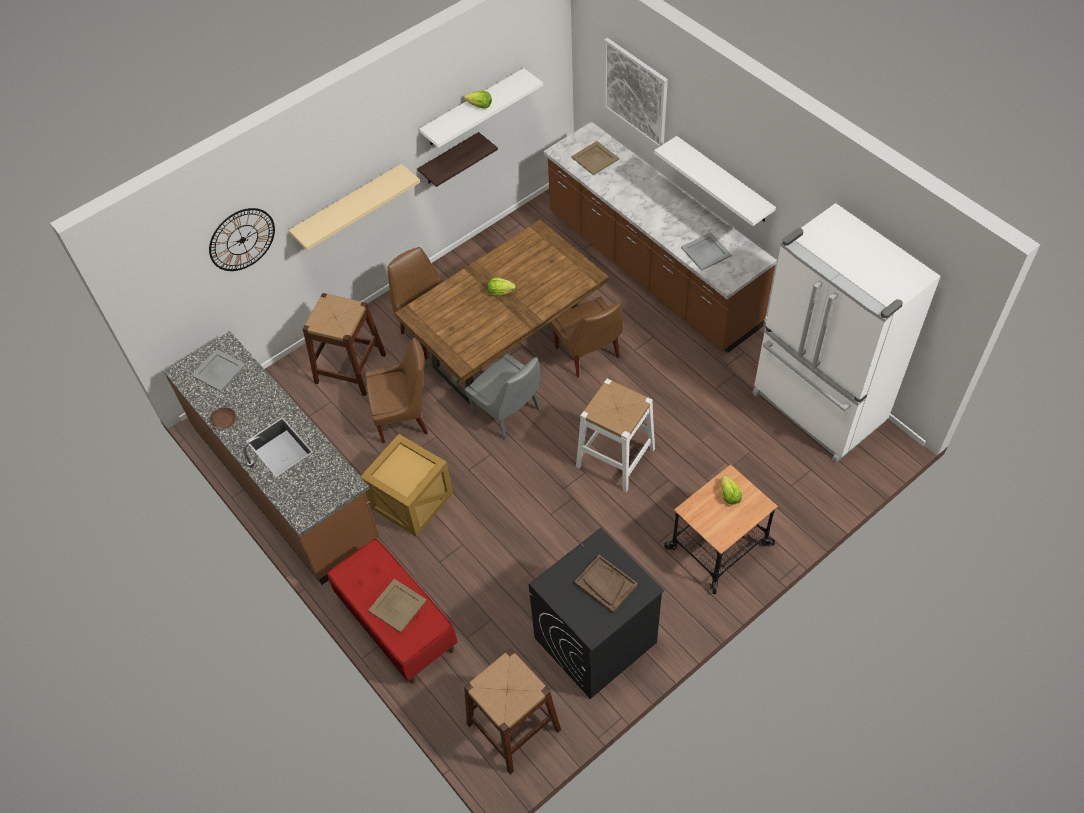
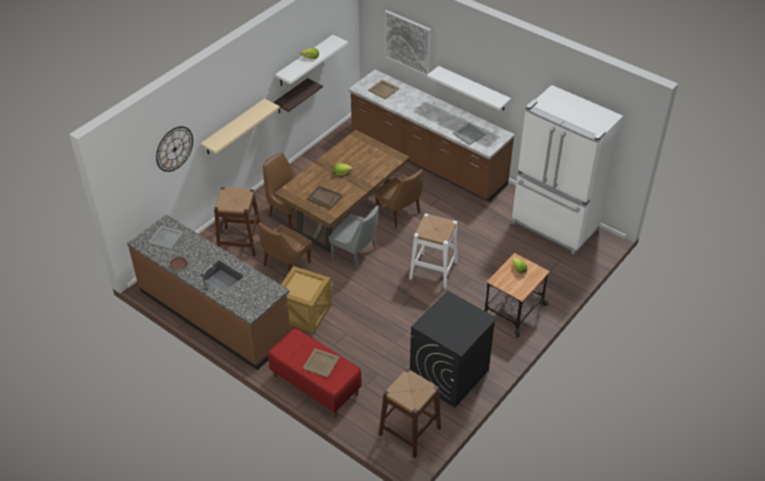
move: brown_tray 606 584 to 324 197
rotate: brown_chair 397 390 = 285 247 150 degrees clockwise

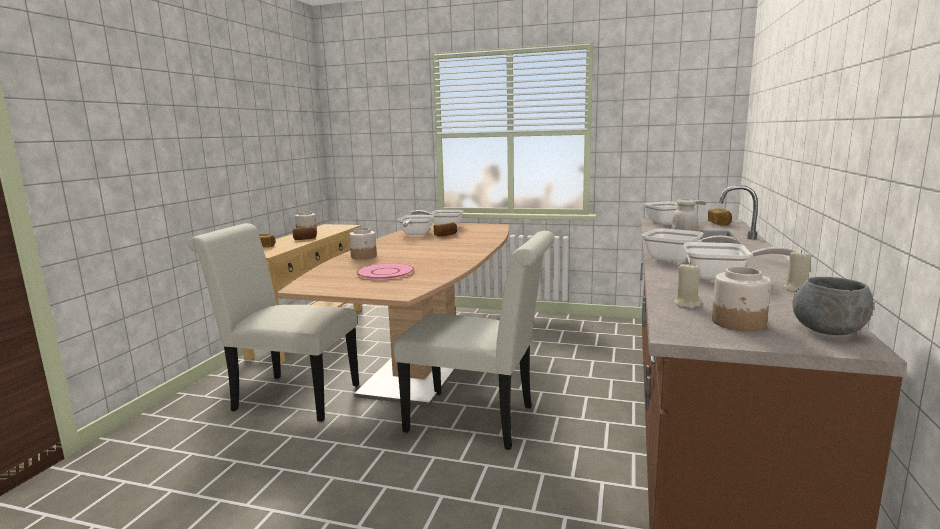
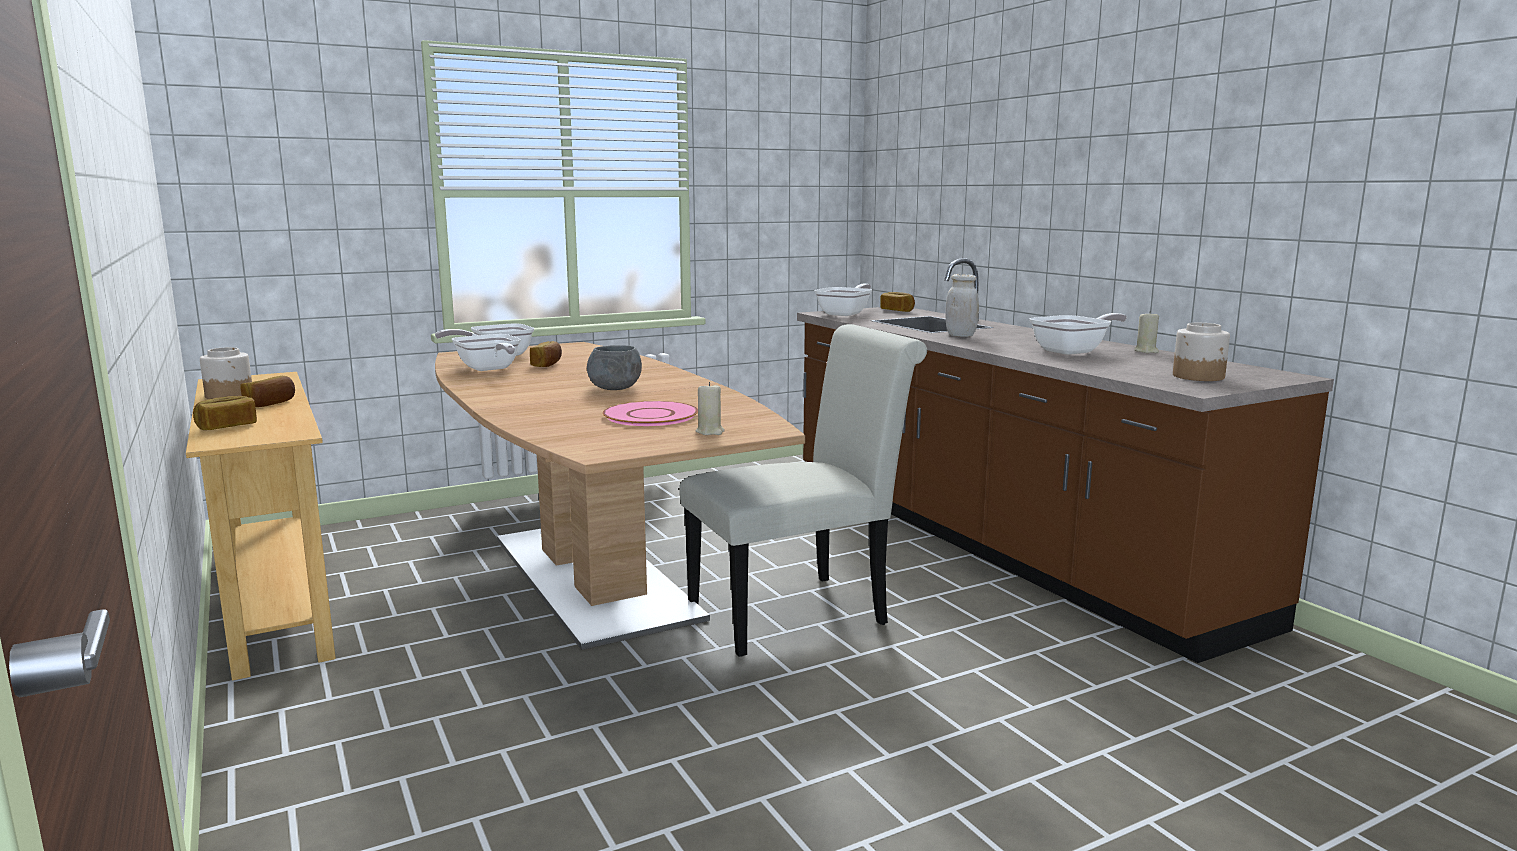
delete: white_chair 273 322; jar 363 244; frying_pan 690 245
move: beige_candle 687 285 to 710 408; grey_bowl 832 306 to 614 367

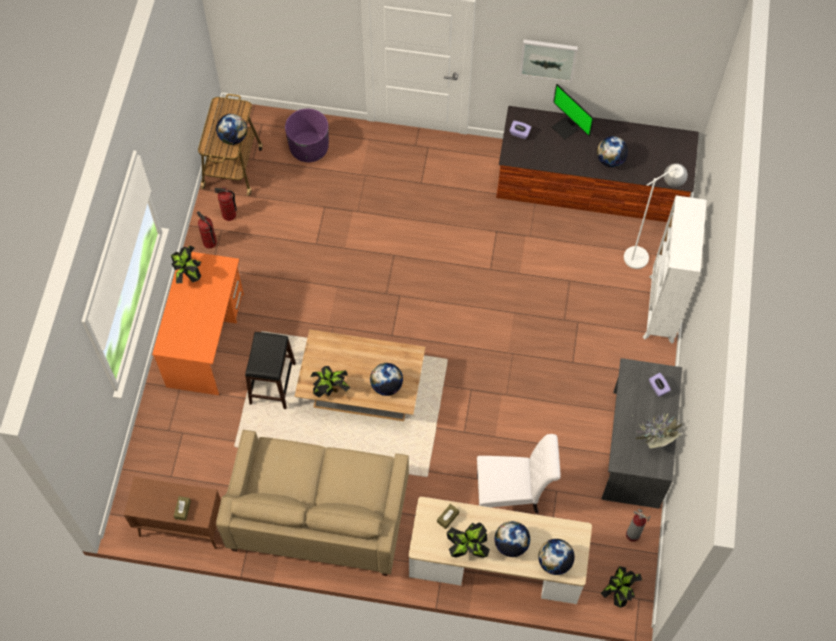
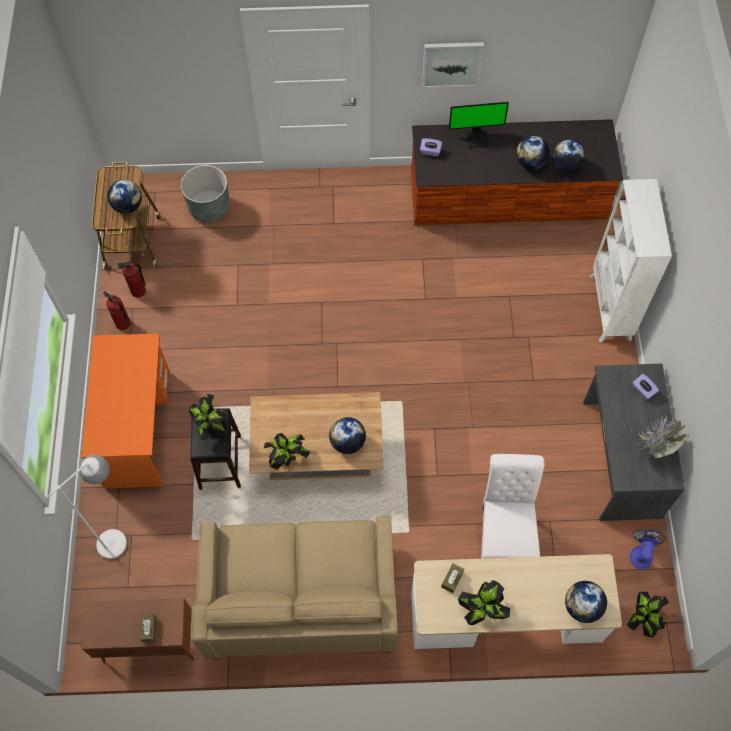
move: potted_plant 186 265 to 207 417; globe 513 539 to 569 156; white_floor_lamp 656 216 to 87 507
replace: fire_extinguisher 638 525 to fan 648 548
recolor: purple_planter 307 135 to grey_planter 205 194
rotate: white_chair 519 473 = 512 506 75 degrees counterclockwise; monitor 573 112 = 479 125 45 degrees counterclockwise

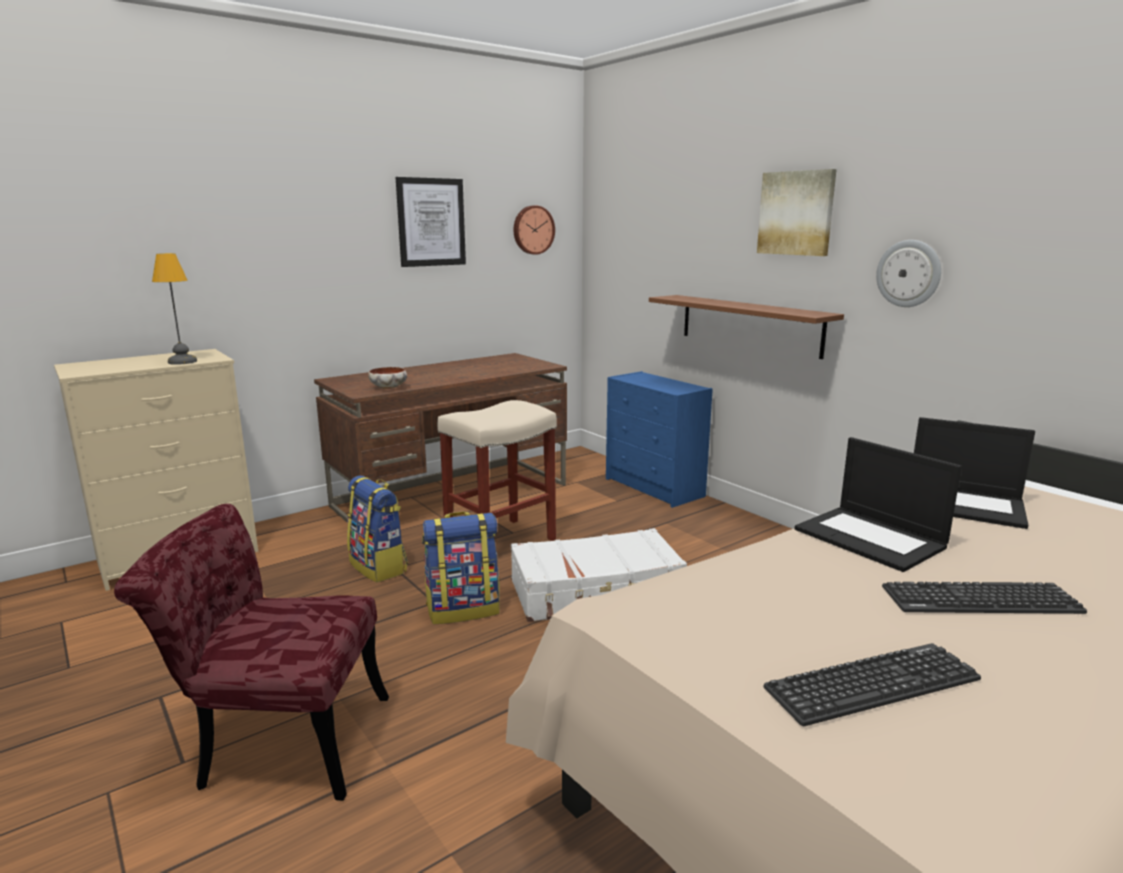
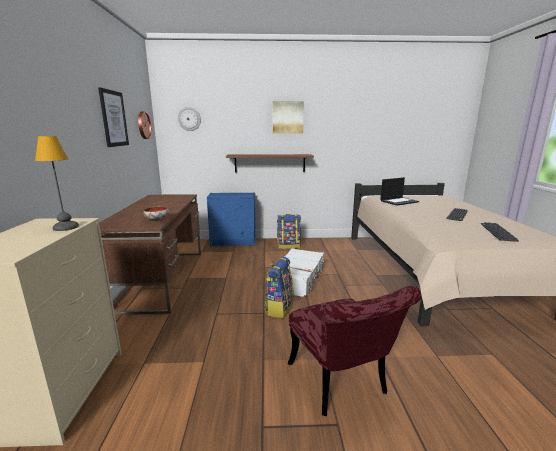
delete: beige_stool 497 470; laptop 878 504
move: backpack 377 529 to 289 231; wall_clock 908 273 to 189 119
rotate: red_chair 251 652 = 354 351 60 degrees counterclockwise

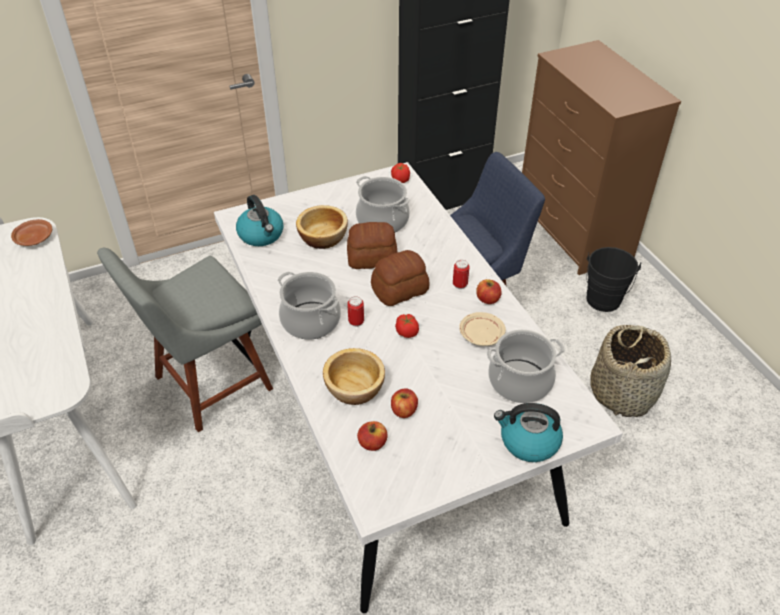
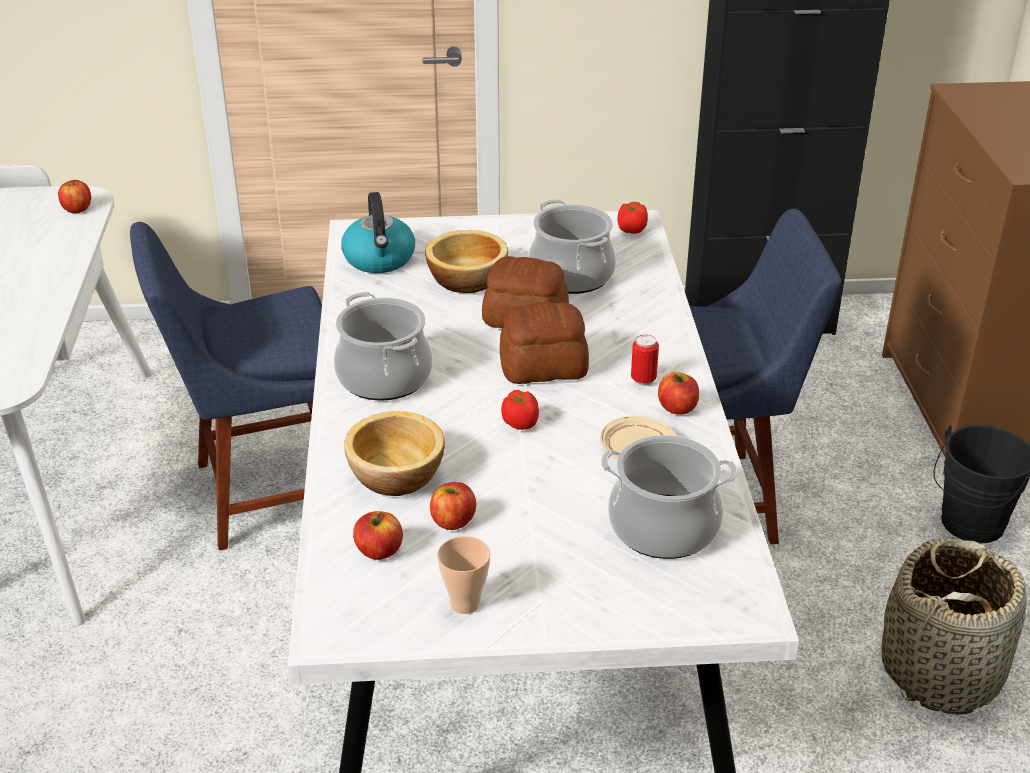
delete: can 356 311; kettle 528 432
insert: cup 463 575
replace: brown_plate 31 232 to apple 74 196
recolor: grey_chair 185 340 to blue_chair 226 386

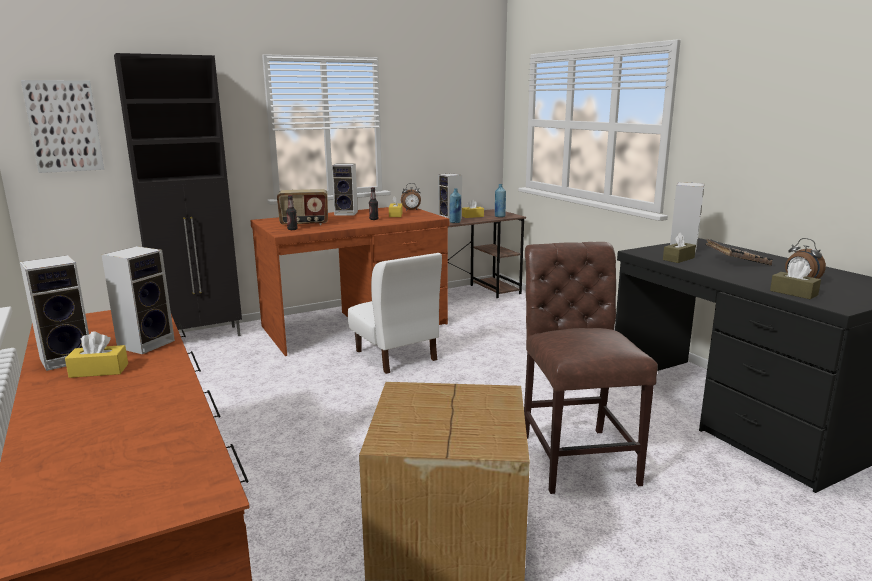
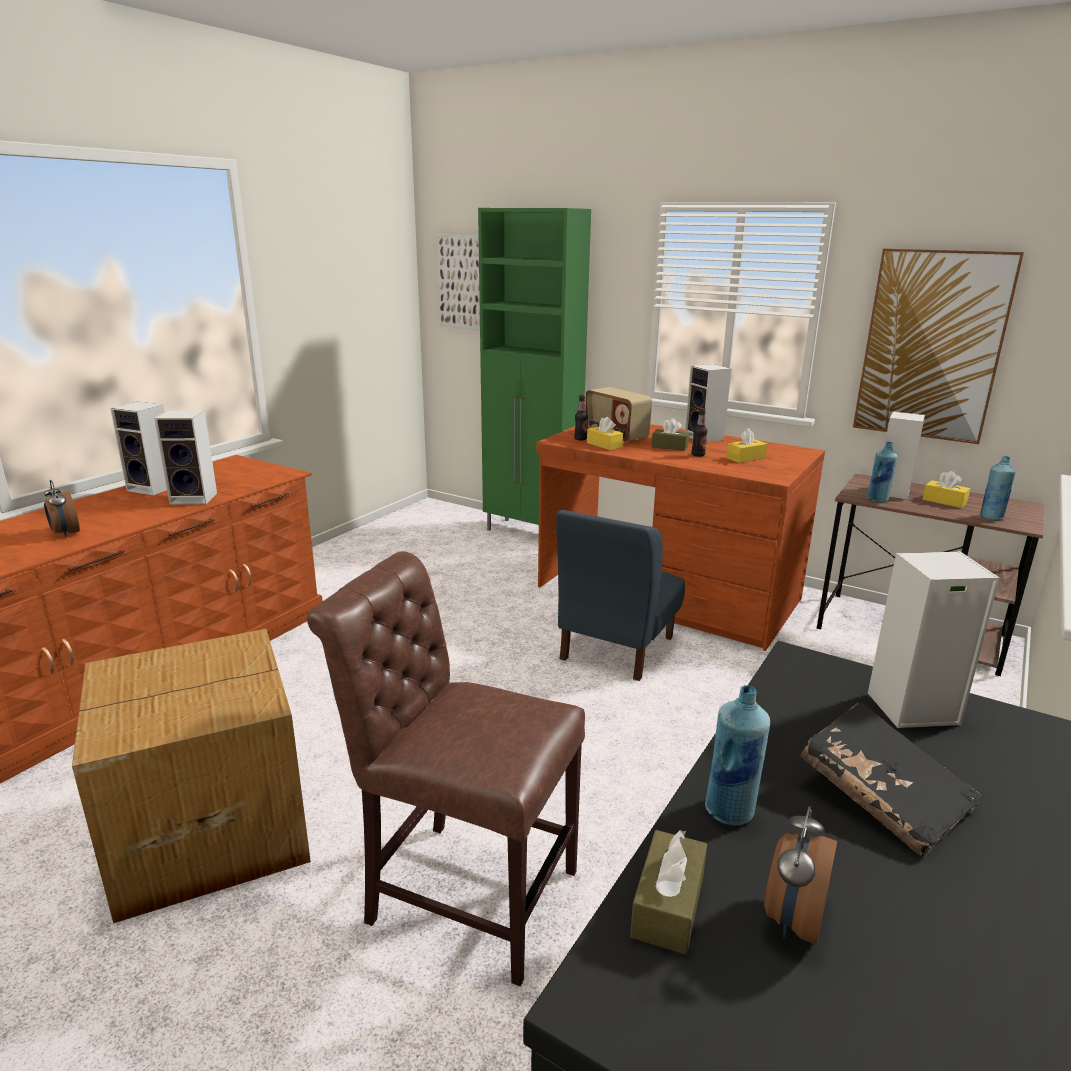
insert: blue_bottle 737 755; picture 938 346
move: yellow_tissue_box 96 354 to 605 433; alarm_clock 411 197 to 62 508; brown_tissue_box 679 247 to 670 434
recolor: black_cabinet 178 194 to green_cabinet 534 369; white_chair 395 313 to blue_chair 620 595
rotate: brown_chair 591 368 = 446 768 120 degrees counterclockwise

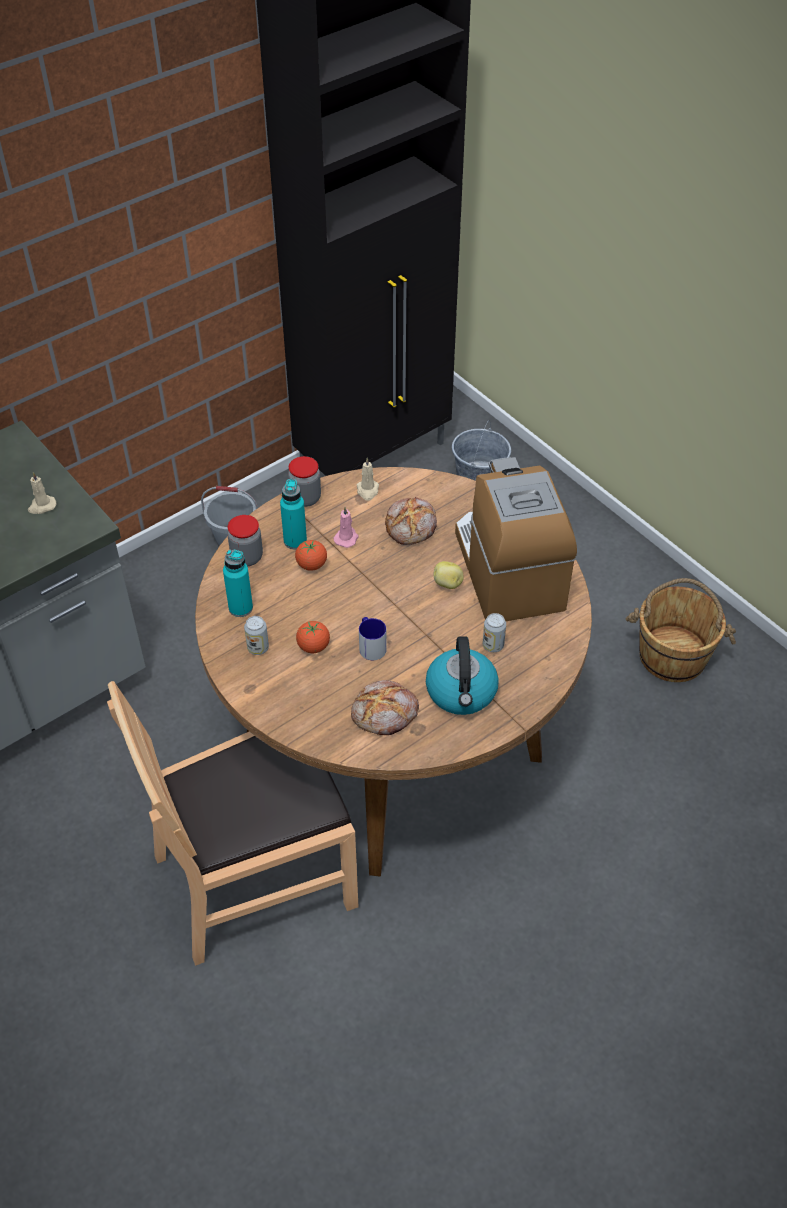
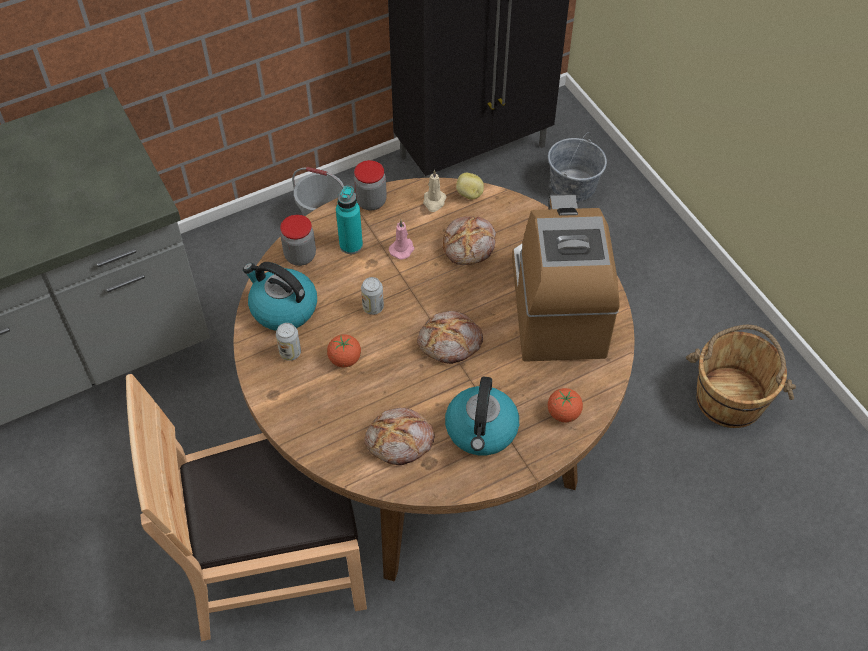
delete: beige_candle 42 493; mug 373 638
insert: bread 450 337
move: tomato 311 555 to 565 405; potato 448 575 to 470 186; can 494 632 to 372 296
replace: turquoise_bottle 238 583 to kettle 280 296

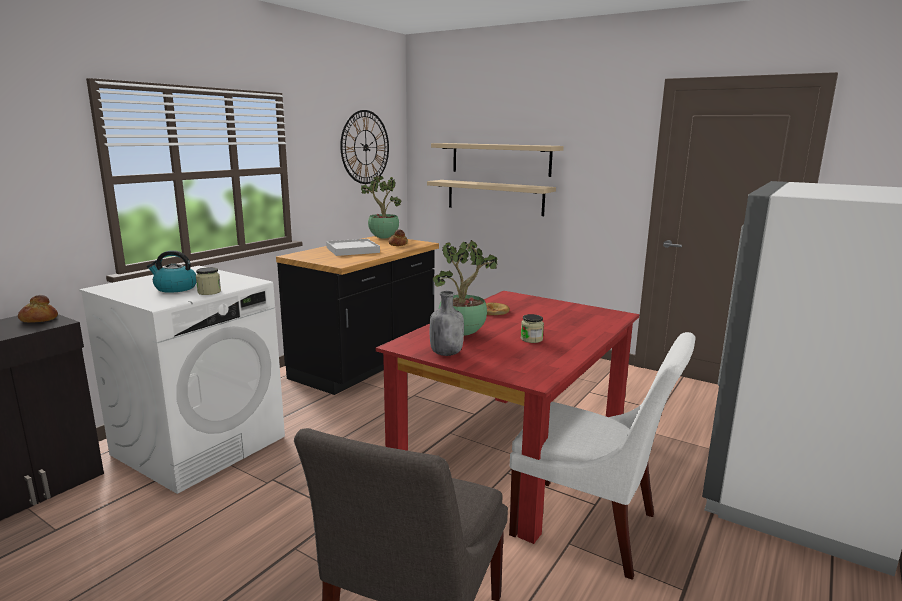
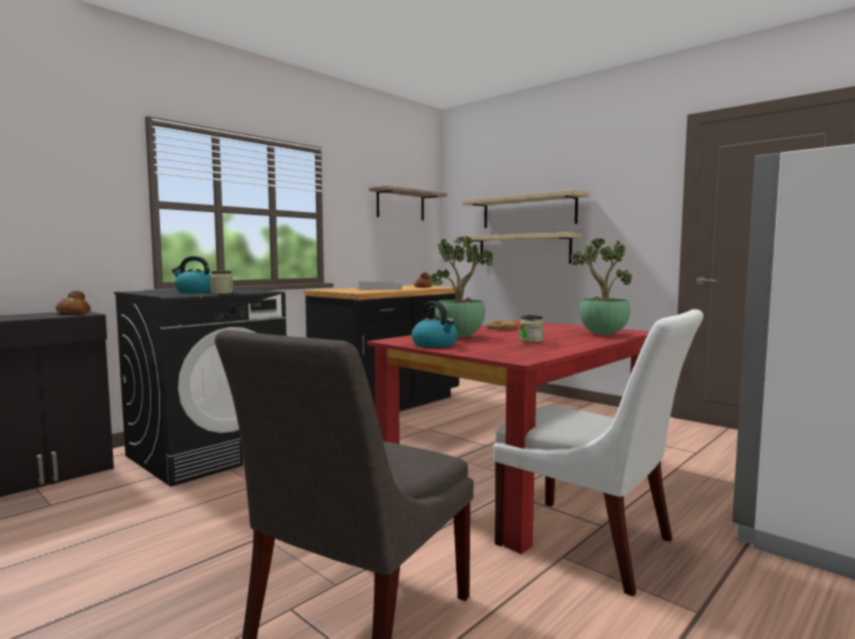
move: potted_plant 381 207 to 601 286
replace: wall_clock 364 147 to shelf 408 203; grey_bottle 447 323 to kettle 435 324
recolor: white_washing_machine 182 380 to black_washing_machine 200 387

